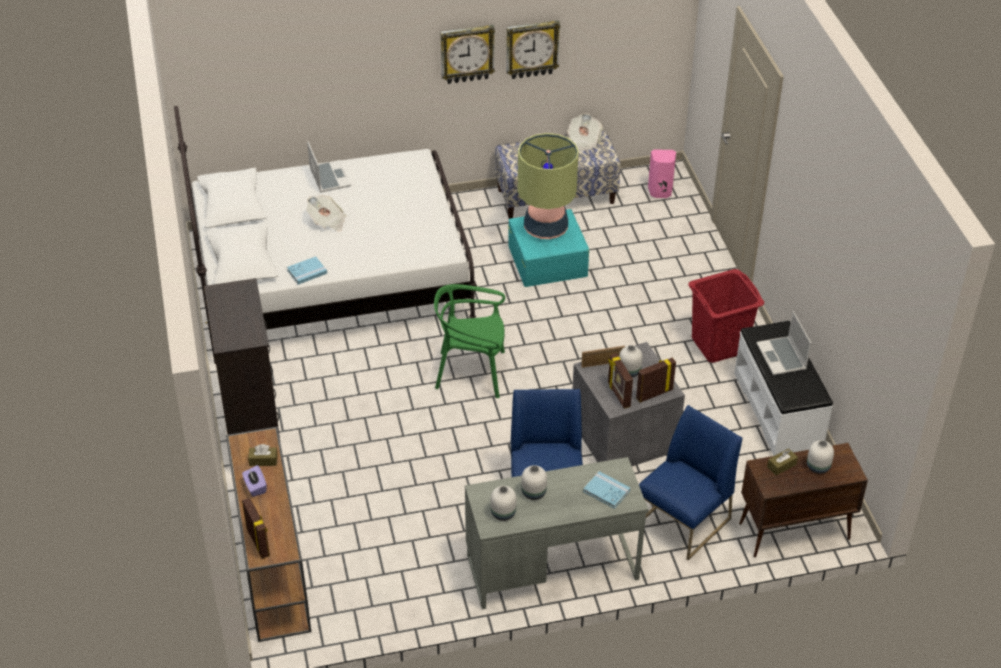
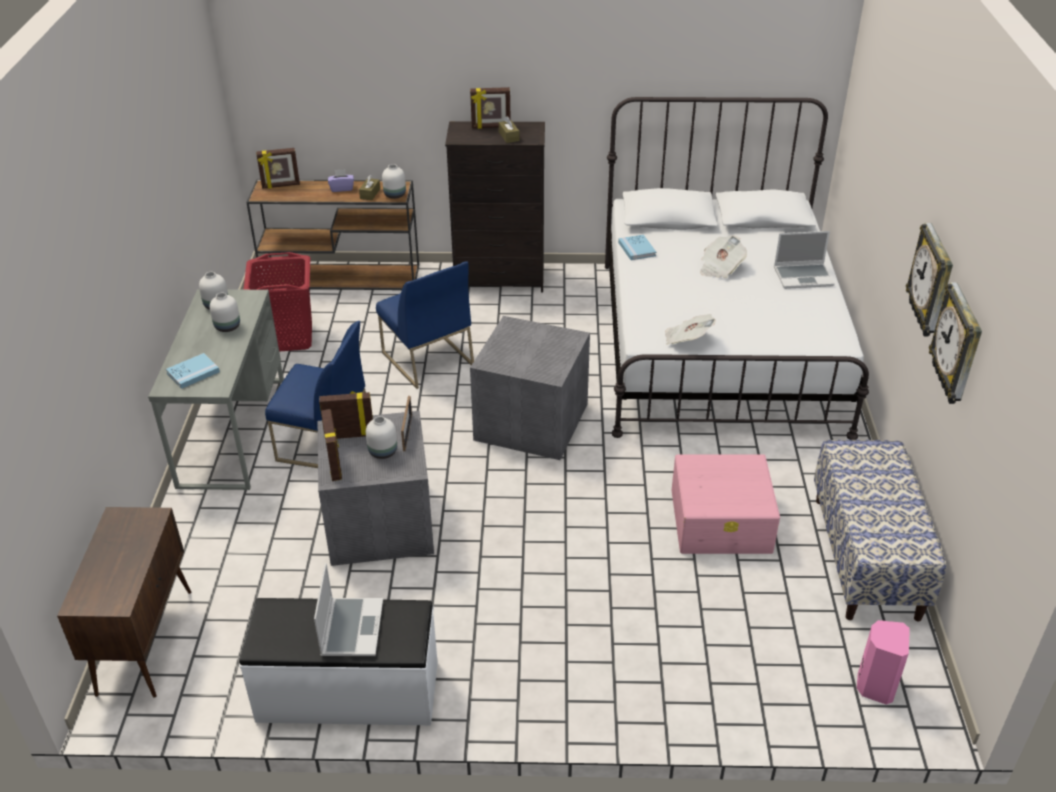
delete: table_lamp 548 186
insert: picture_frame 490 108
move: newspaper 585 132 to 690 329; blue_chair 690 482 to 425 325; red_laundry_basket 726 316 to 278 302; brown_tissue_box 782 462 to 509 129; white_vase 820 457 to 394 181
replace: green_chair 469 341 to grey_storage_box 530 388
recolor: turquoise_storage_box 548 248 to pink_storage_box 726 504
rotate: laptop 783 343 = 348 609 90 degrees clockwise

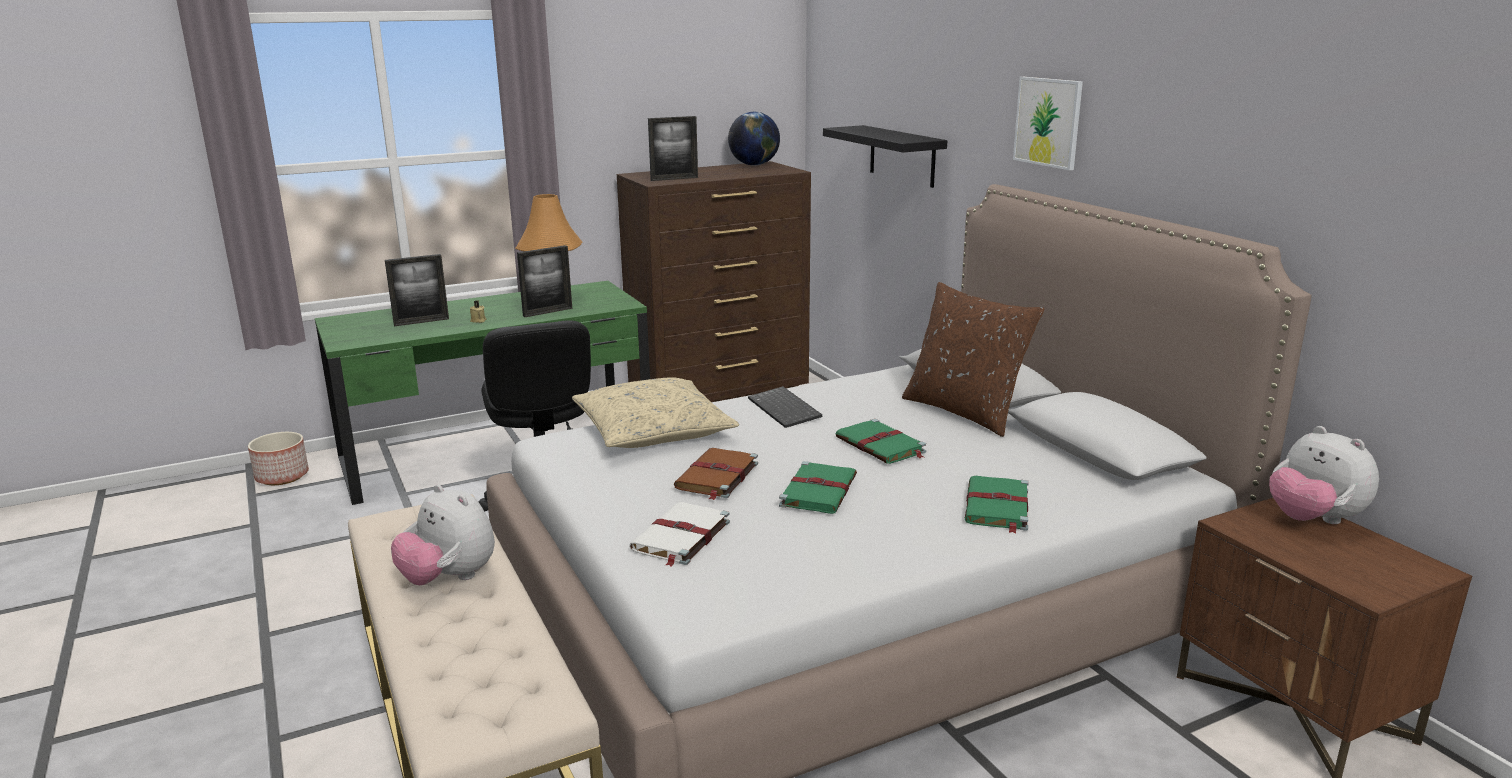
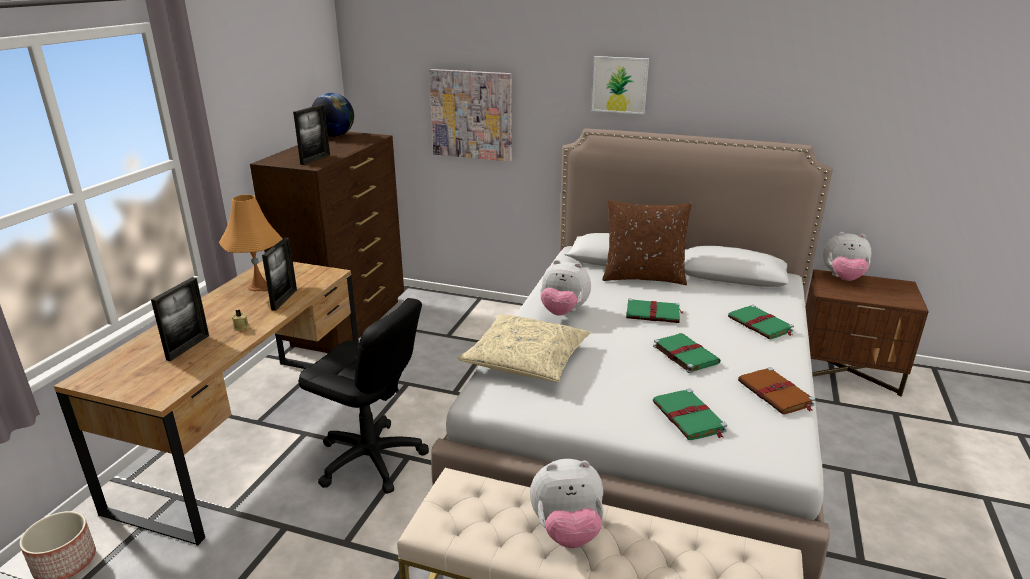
move: brown_book 716 474 to 776 390
replace: keyboard 785 407 to plush_toy 565 288; black_shelf 885 156 to picture 470 115
recolor: green_desk 482 393 to brown_desk 206 403; white_book 679 534 to green_book 690 414

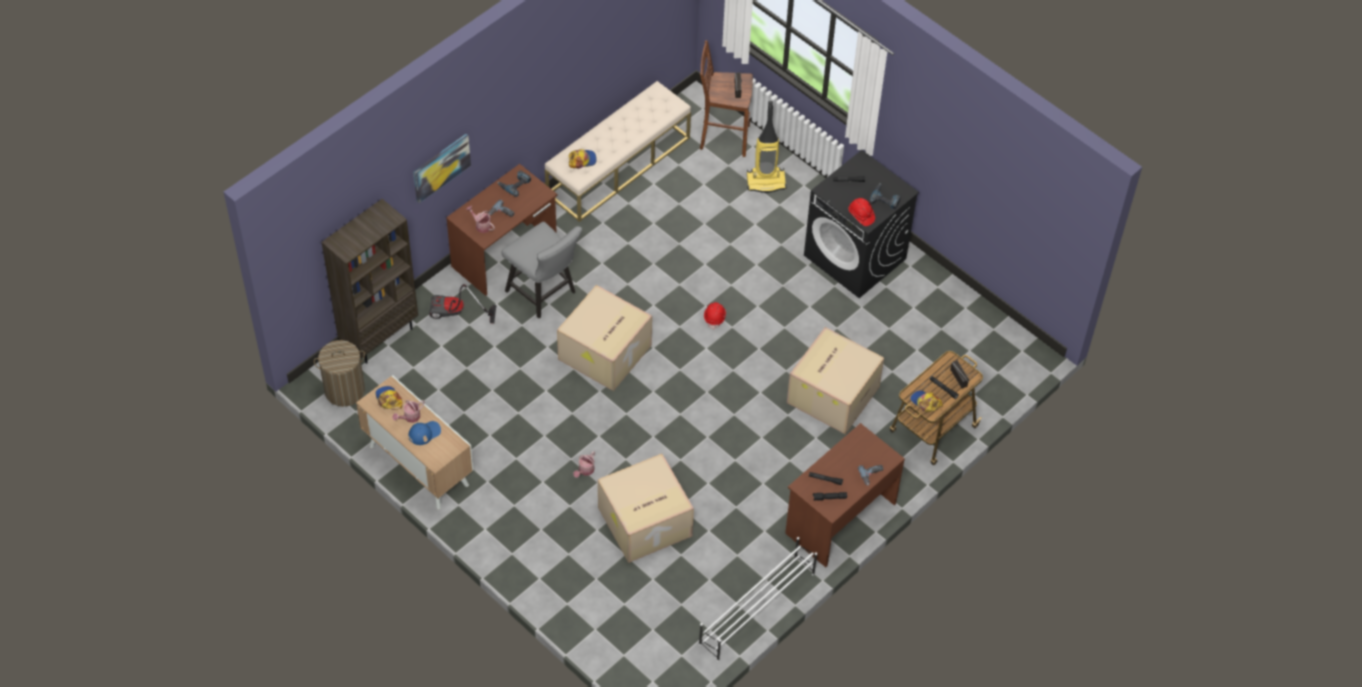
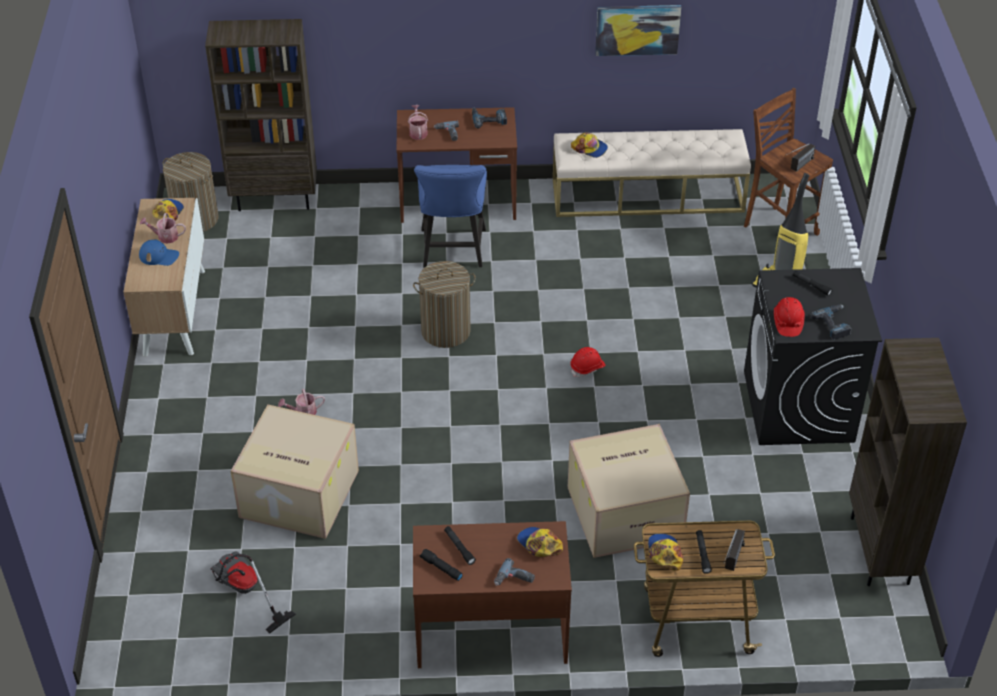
delete: white_shoe_rack 758 599
insert: cap 540 542; brown_bookcase 908 462
move: picture 442 168 to 638 30; vacuum_cleaner 463 304 to 253 592
replace: cardboard_box 604 338 to laundry_basket 444 304
recolor: grey_chair 542 270 to blue_chair 450 216

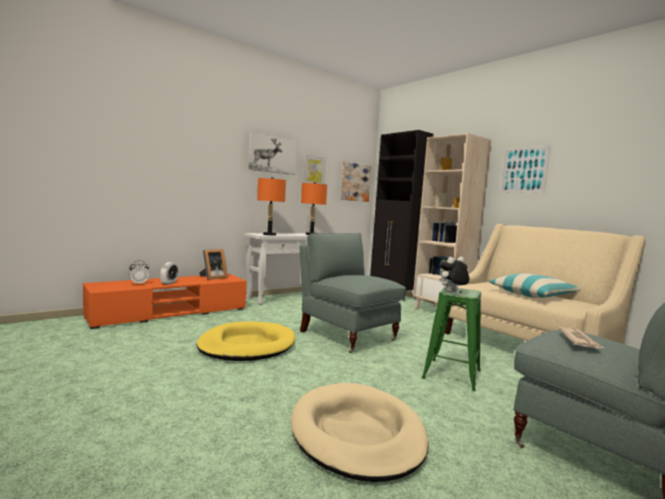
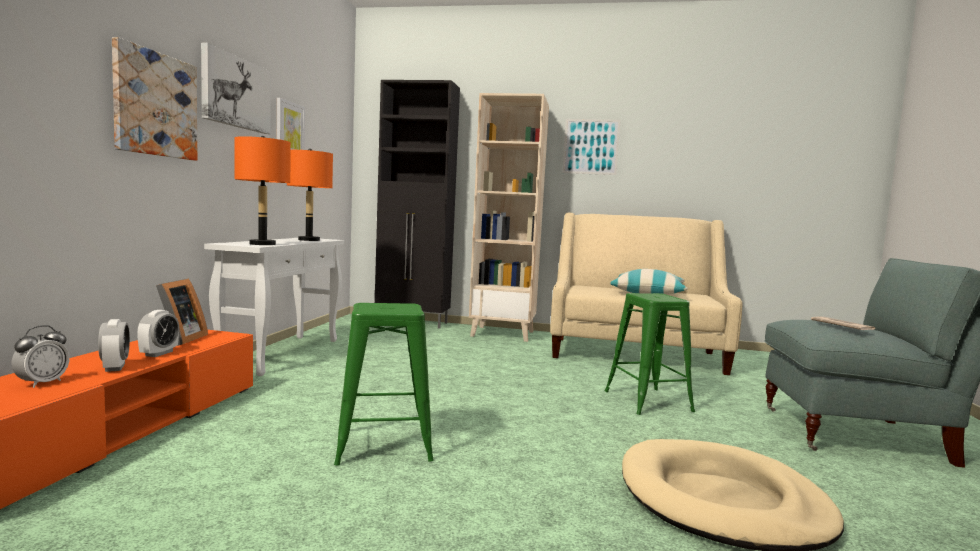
delete: grey_armchair 353 293; plush_toy 454 274
insert: alarm_clock 158 333
move: picture 356 182 to 154 98
replace: yellow_dog_bed 246 341 to green_stool 384 384

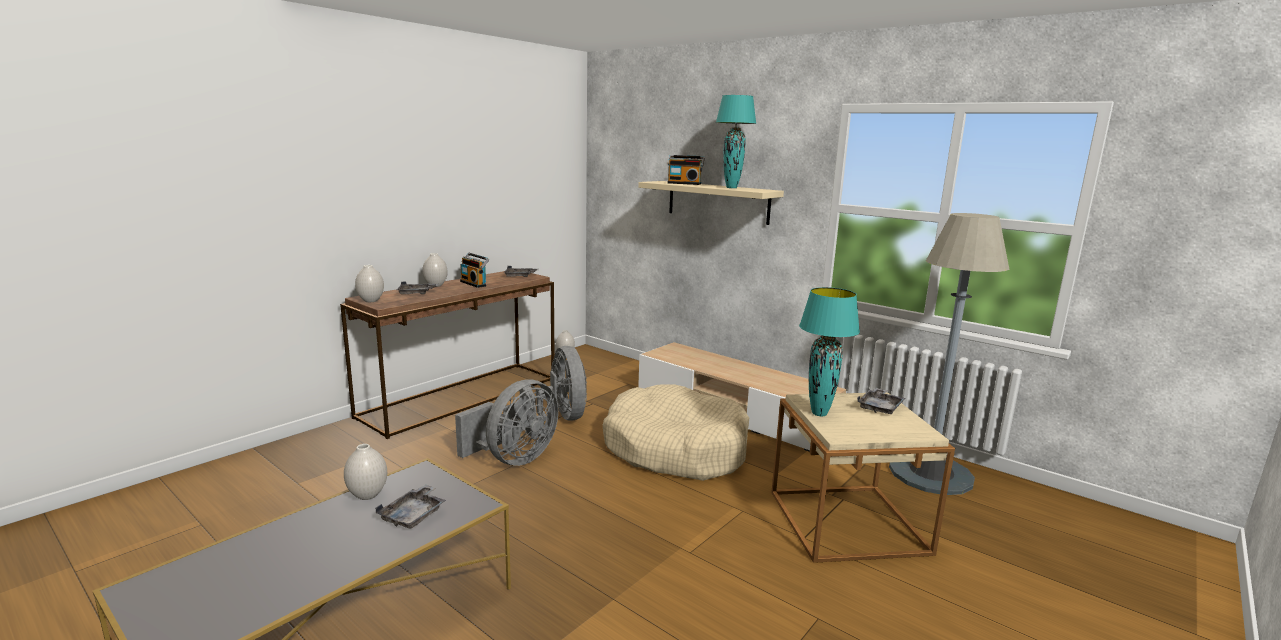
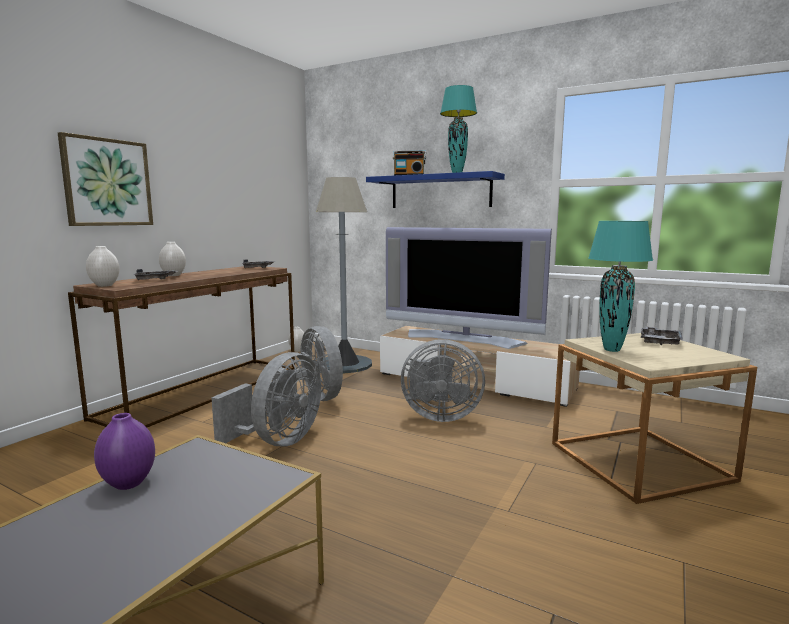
delete: grey_tray 410 506; radio 474 270
insert: picture 105 179; television 469 288
move: grey_floor_lamp 949 354 to 344 275
replace: beige_dog_bed 676 432 to grey_fan 443 380
recolor: white_vase 365 472 to purple_vase 124 451; beige_shelf 711 203 to blue_shelf 435 189

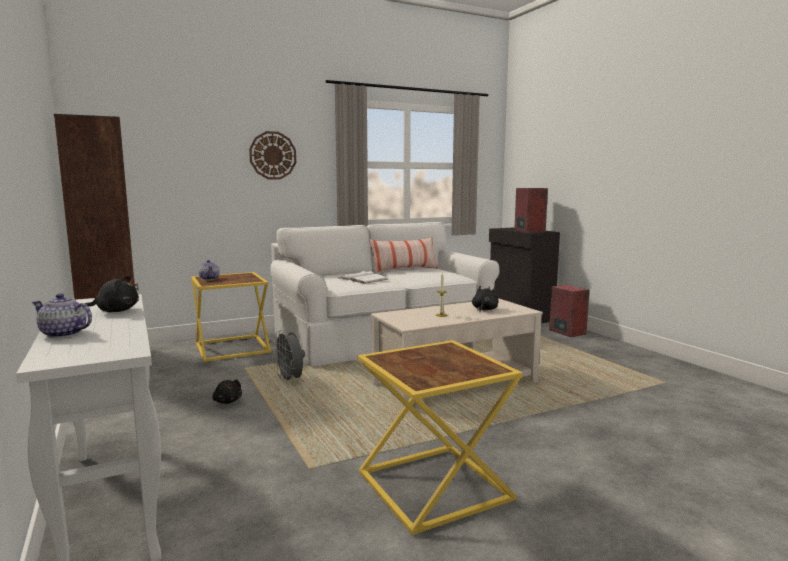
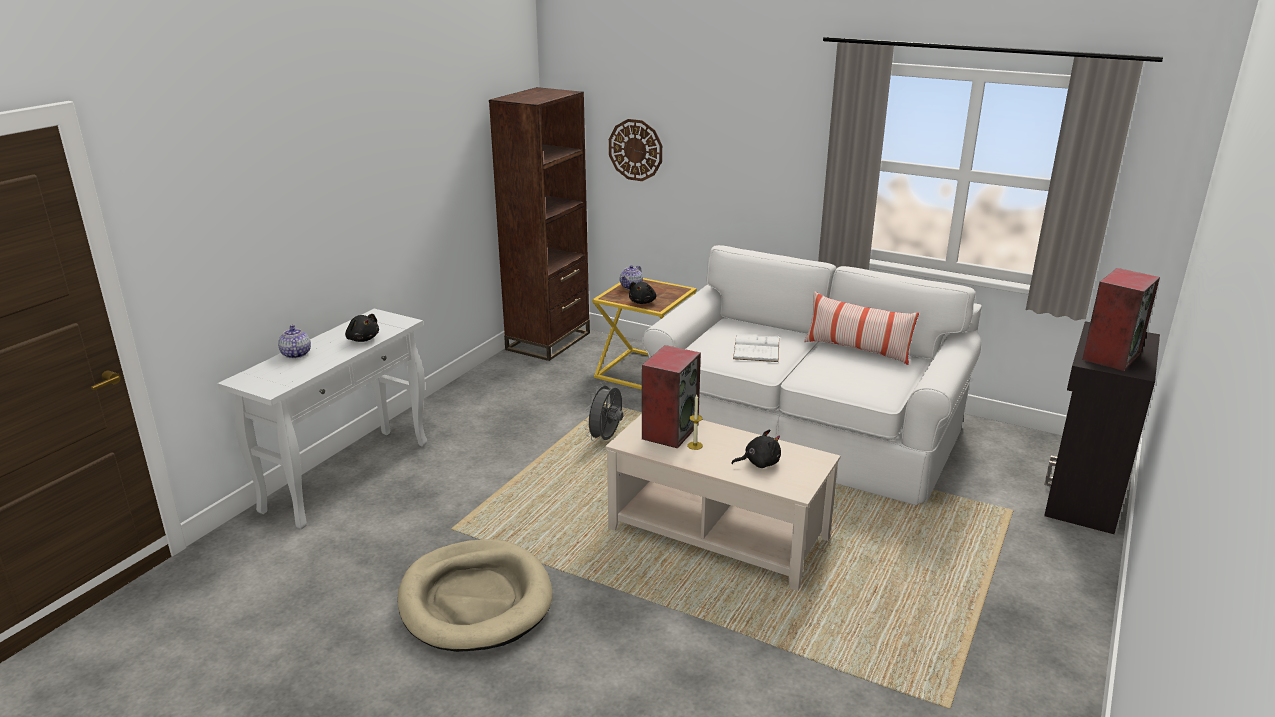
move: black_plush_toy 227 392 to 642 293; wall_clock 272 155 to 635 150; speaker 569 311 to 671 396
replace: yellow_side_table 440 437 to beige_dog_bed 475 595

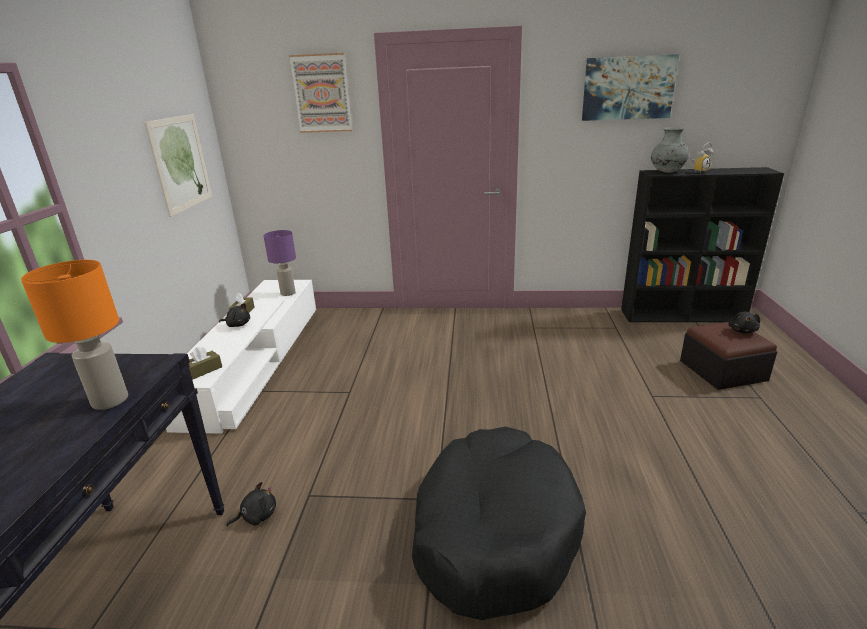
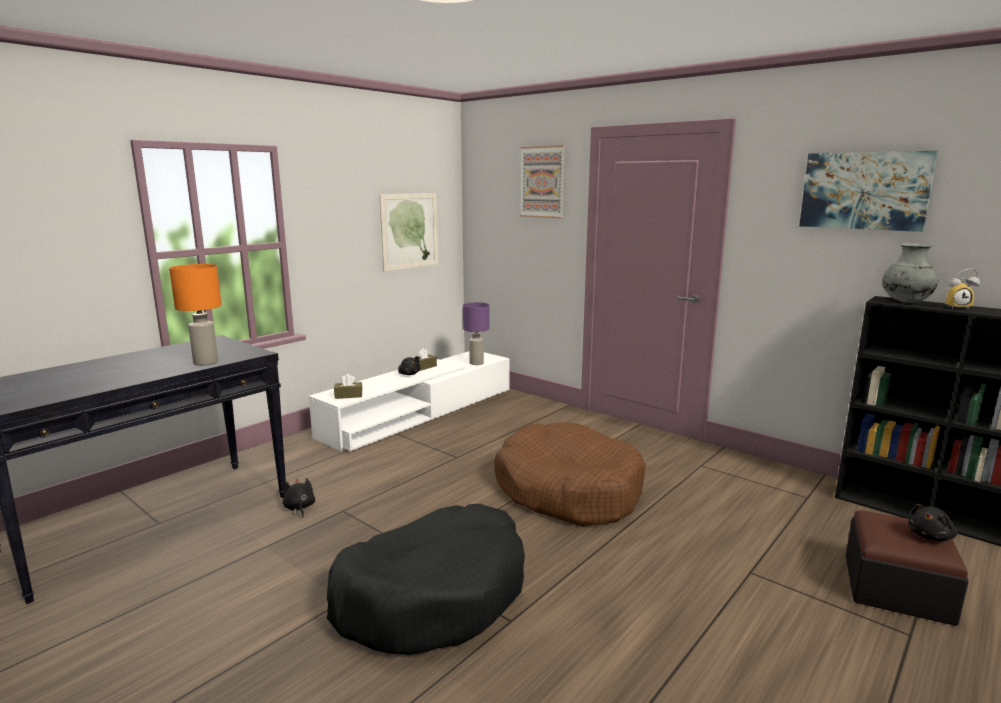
insert: brown_dog_bed 570 474
rotate: black_plush_toy 251 504 = 299 497 120 degrees counterclockwise

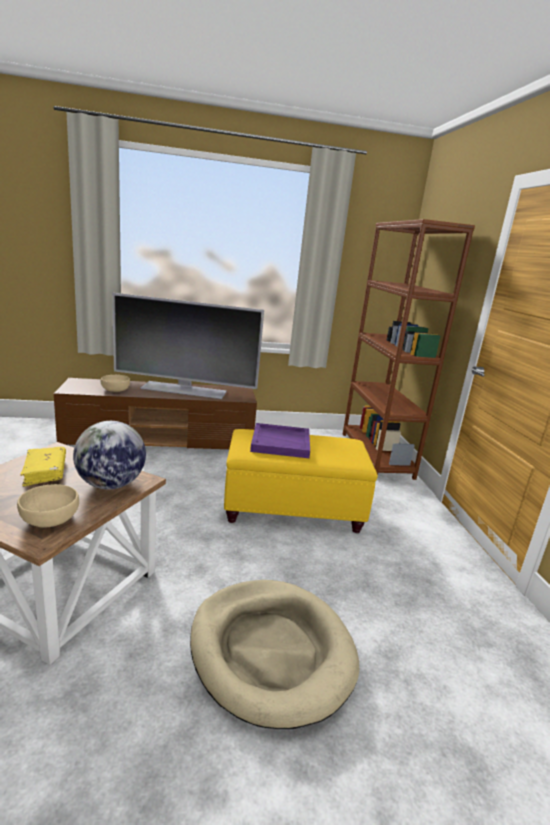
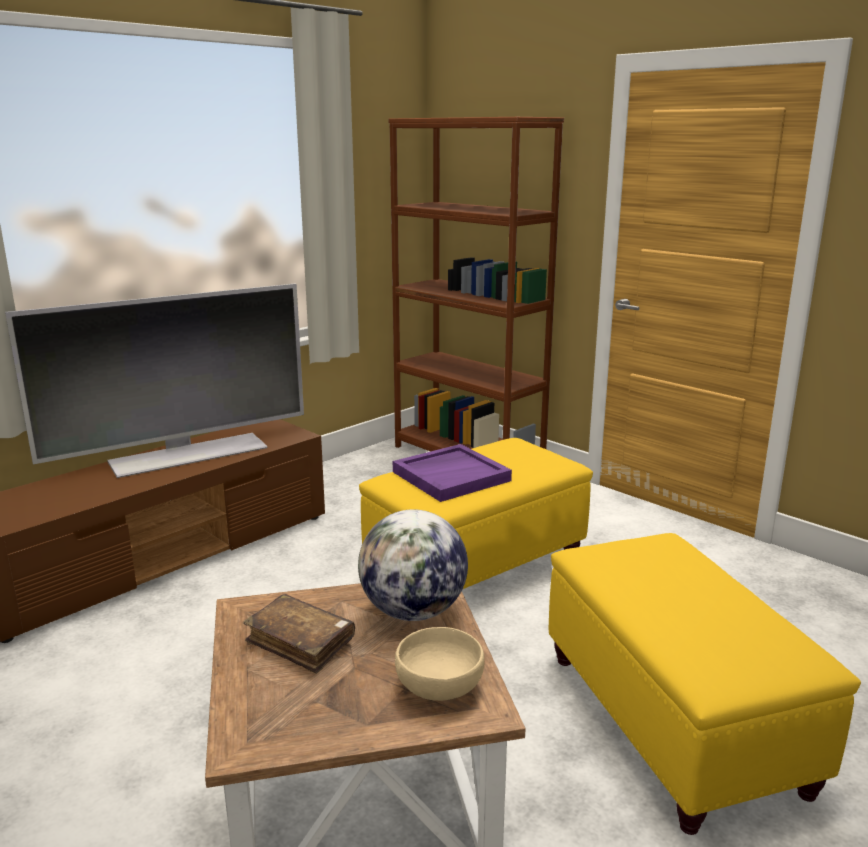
delete: beige_bowl 115 383
replace: beige_dog_bed 274 654 to yellow_ottoman 705 684
recolor: yellow_book 43 467 to brown_book 299 634

